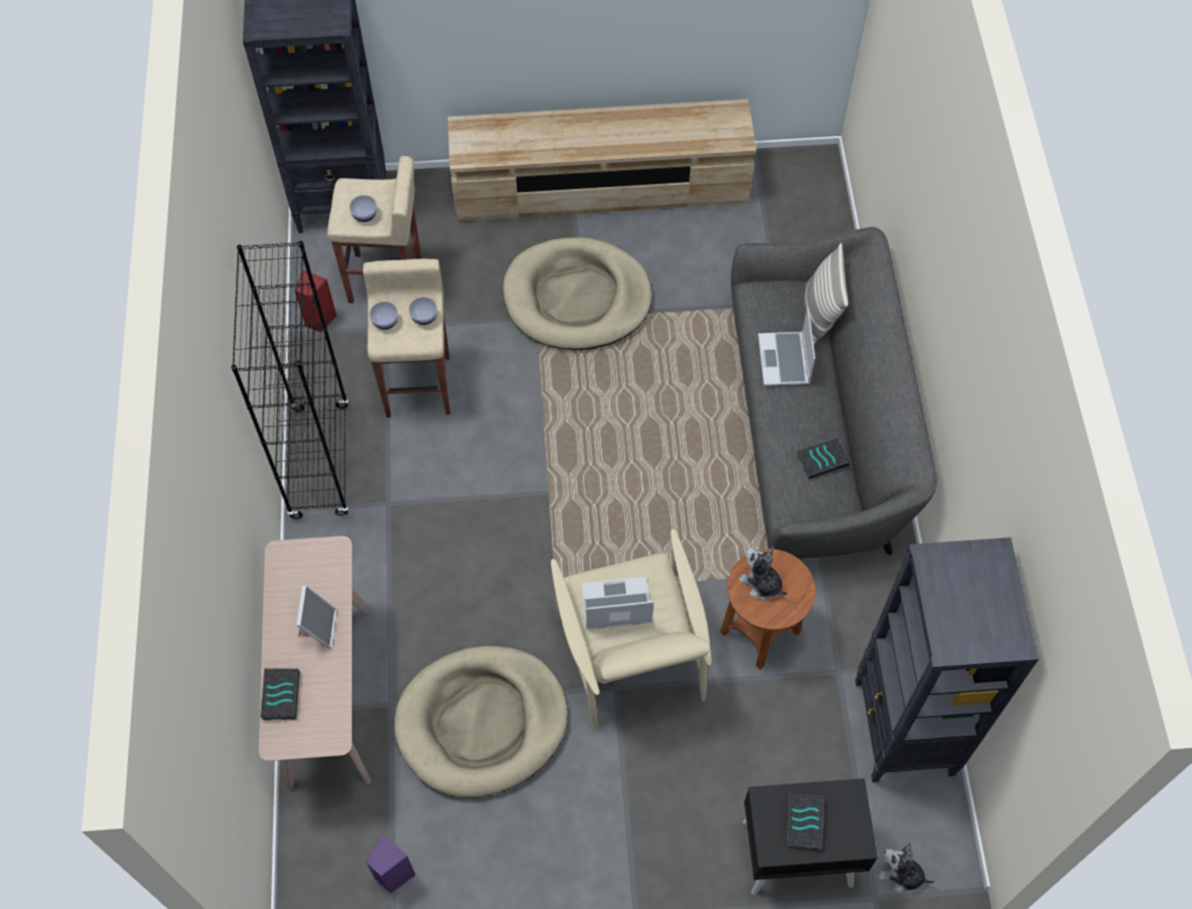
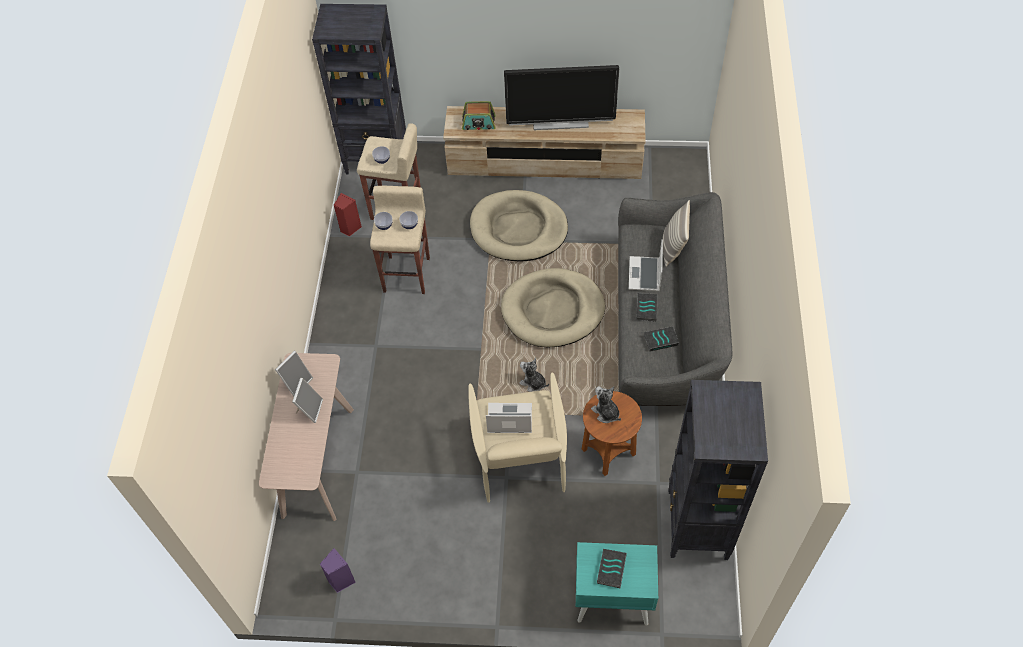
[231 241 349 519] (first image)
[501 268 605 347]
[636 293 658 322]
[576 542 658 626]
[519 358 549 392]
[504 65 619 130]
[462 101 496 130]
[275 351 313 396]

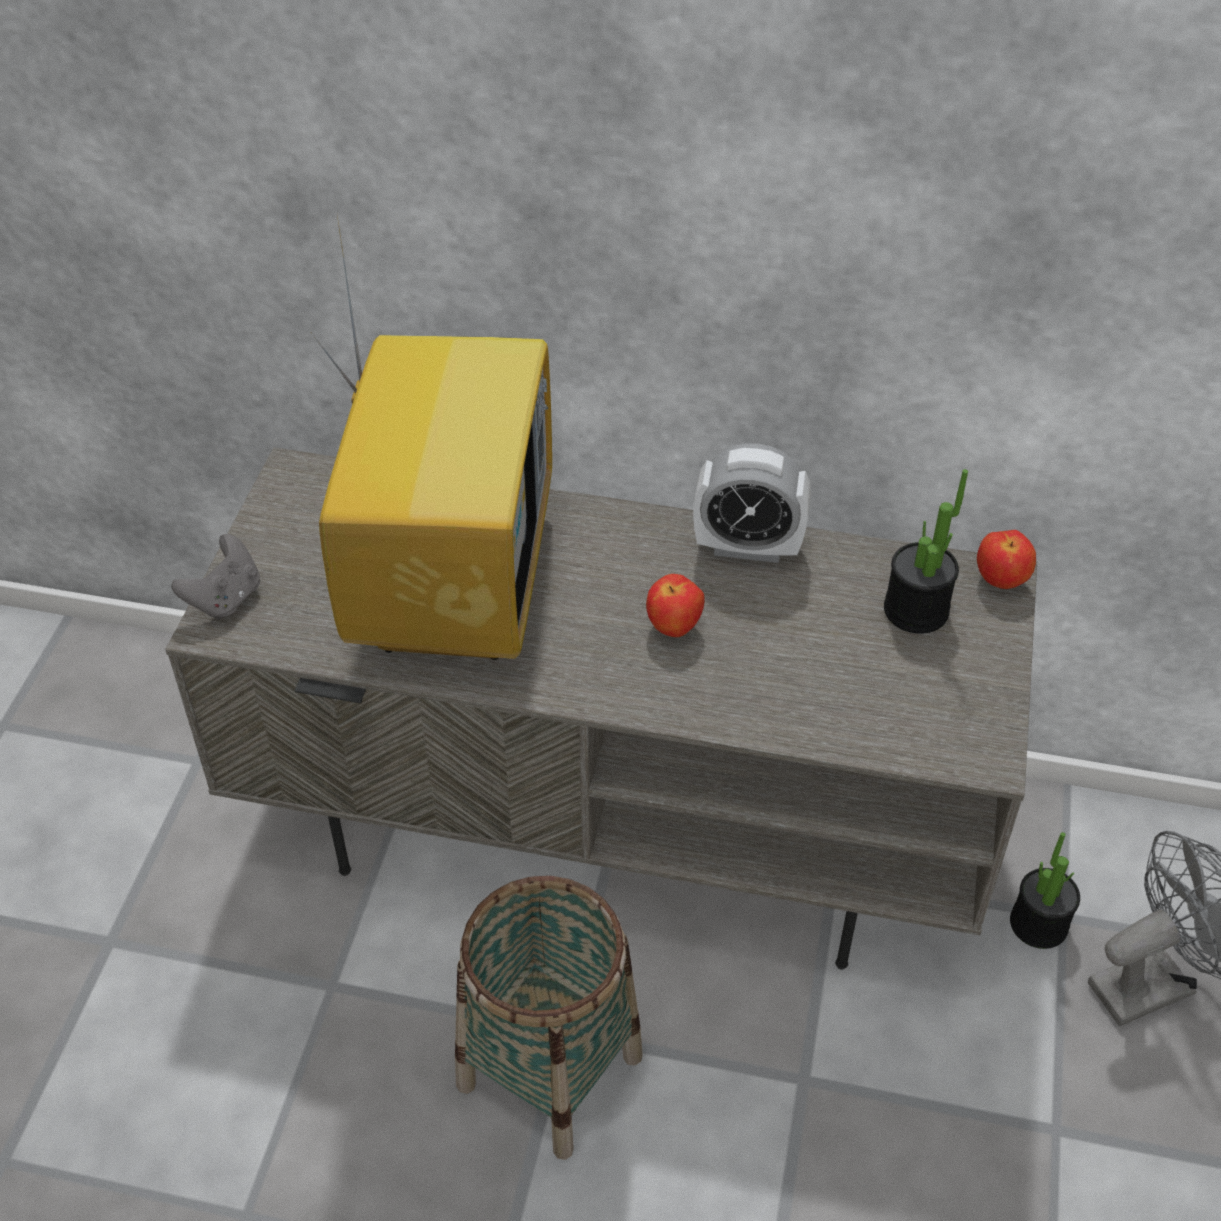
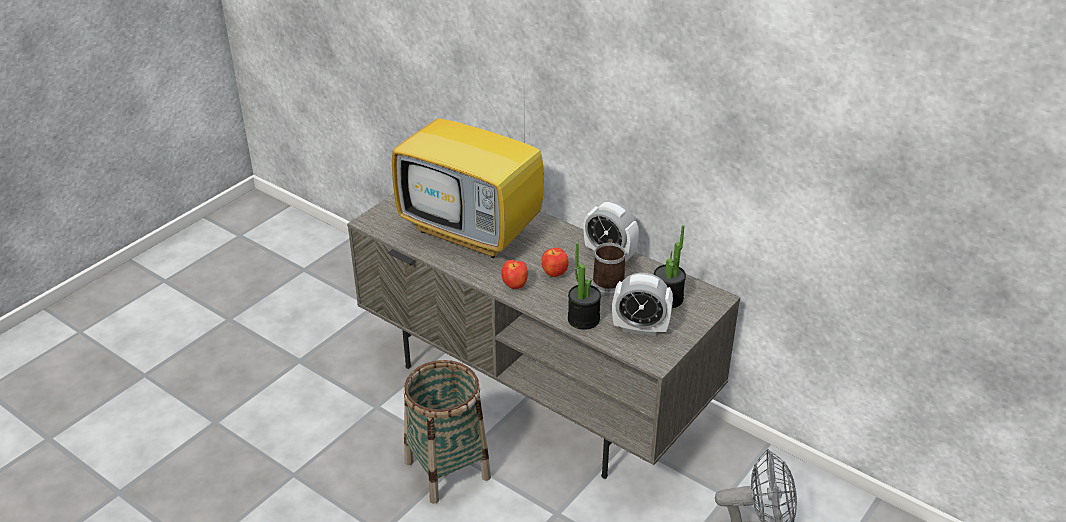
[392 75 544 258]
[501 260 528 289]
[171 534 260 620] (first image)
[568 243 601 330]
[591 239 626 296]
[612 273 673 336]

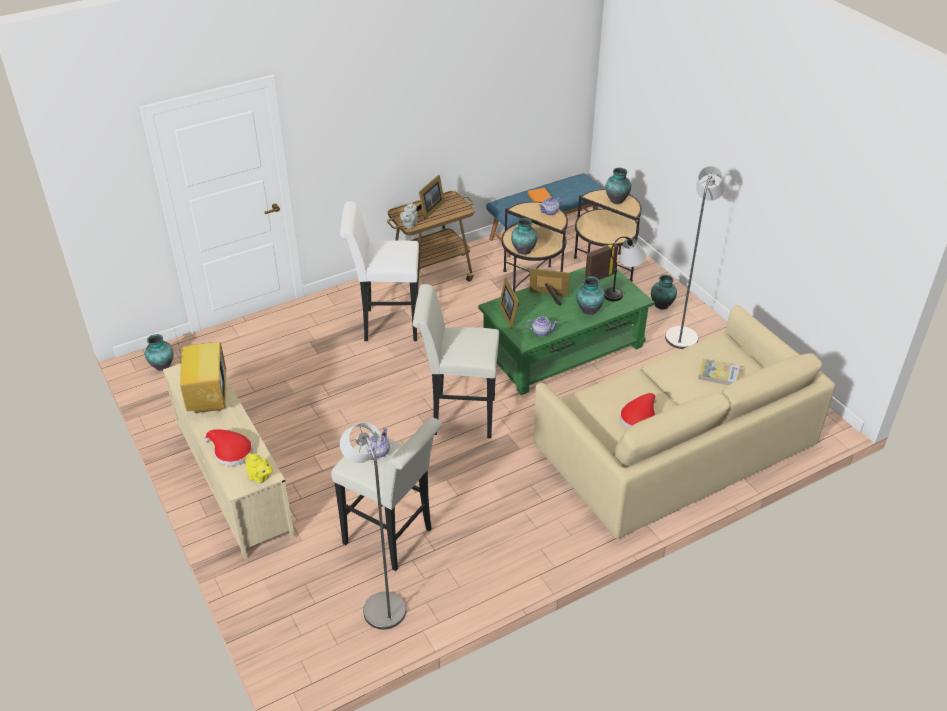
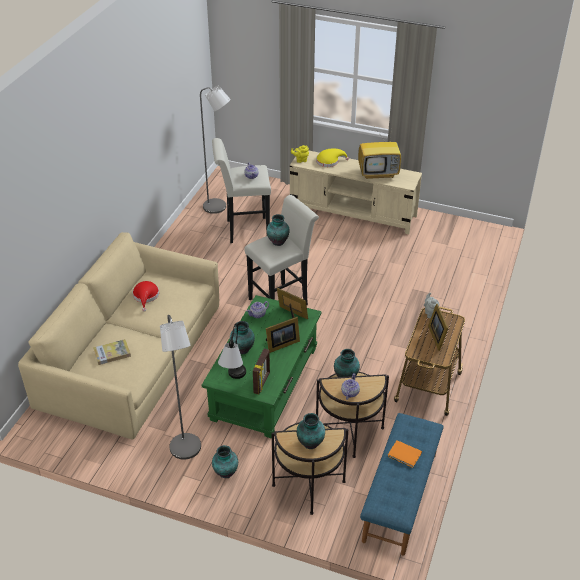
[340 201 419 341] (first image)
[358 125 401 179]
[267 214 290 246]
[316 148 349 167]

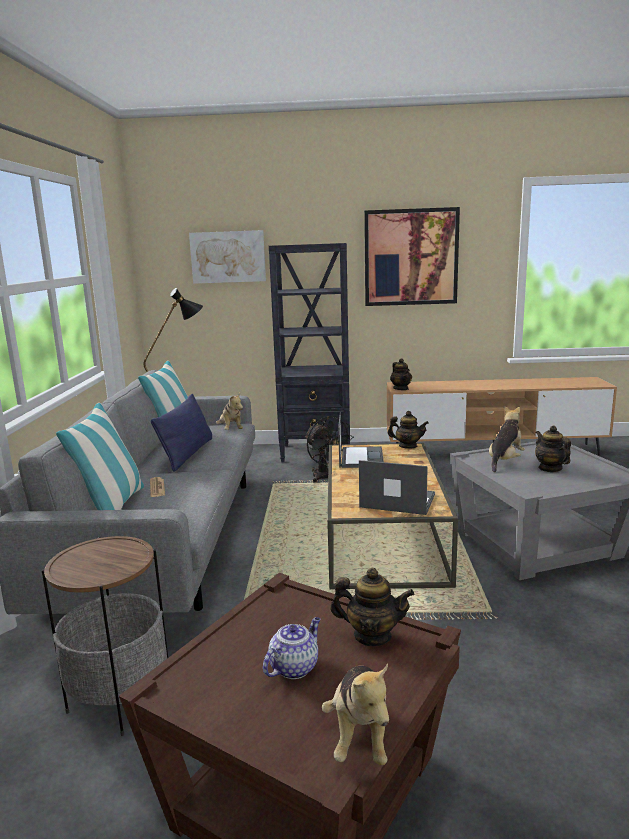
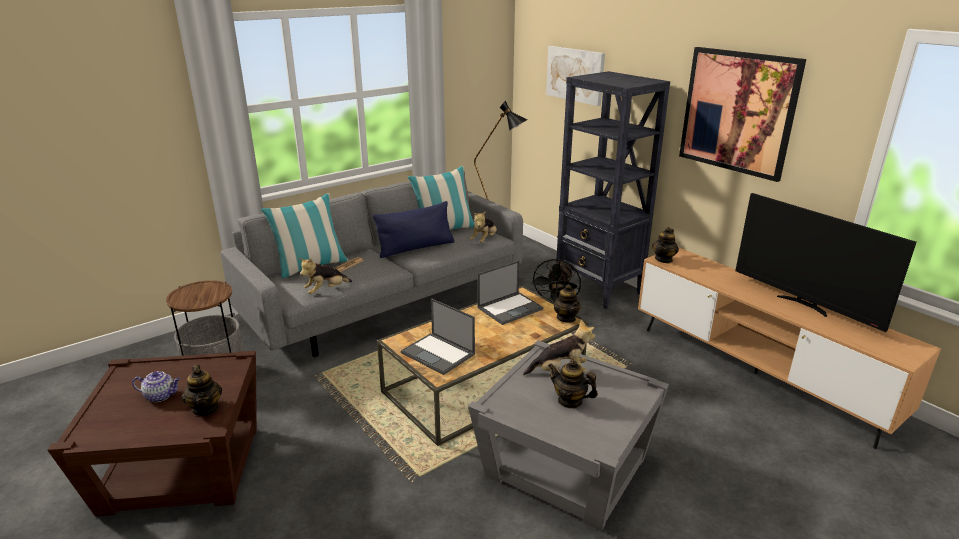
[548 360 598 409]
[401 298 475 375]
[299 259 352 294]
[735 193 916 332]

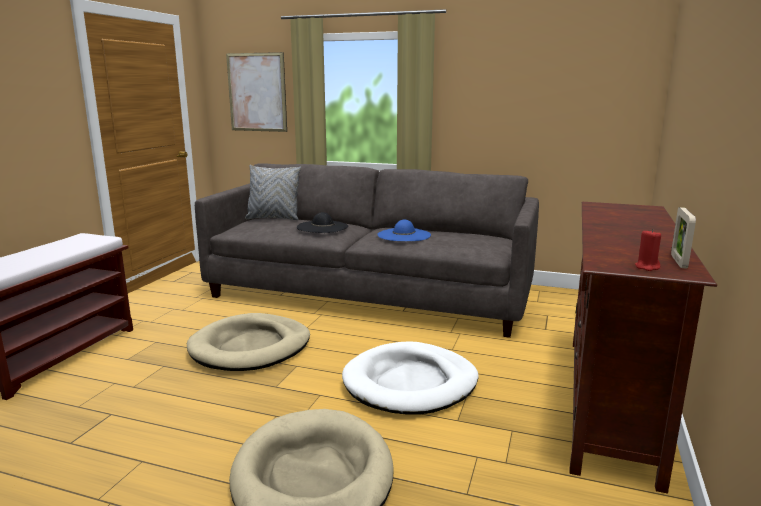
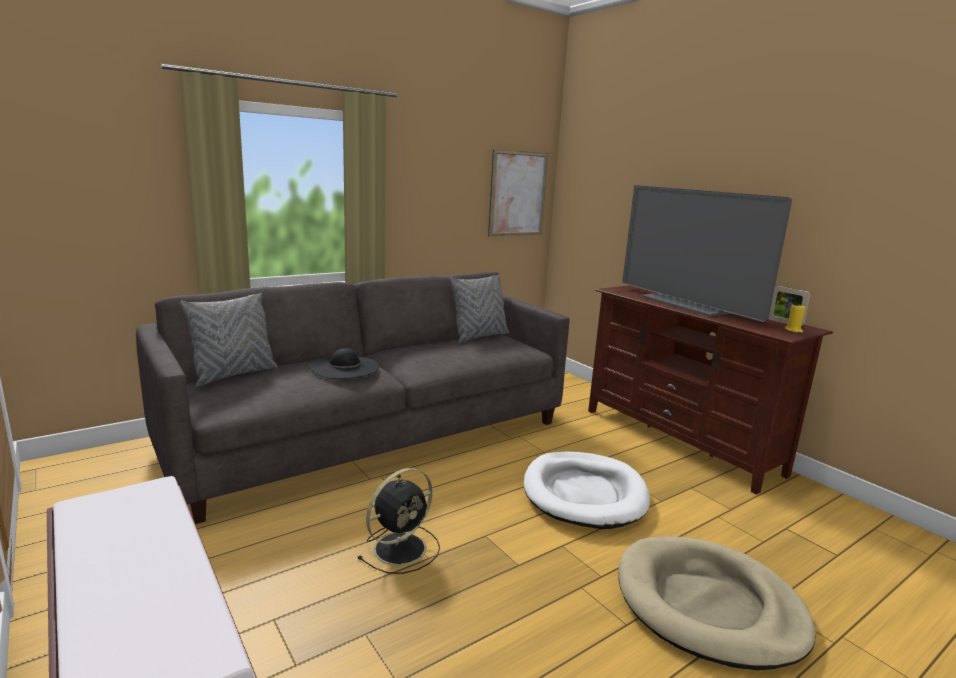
[488 149 548 236]
[377 219 431 241] (first image)
[785 305 806 333]
[357 468 440 574]
[622 185 792 322]
[450 274 509 343]

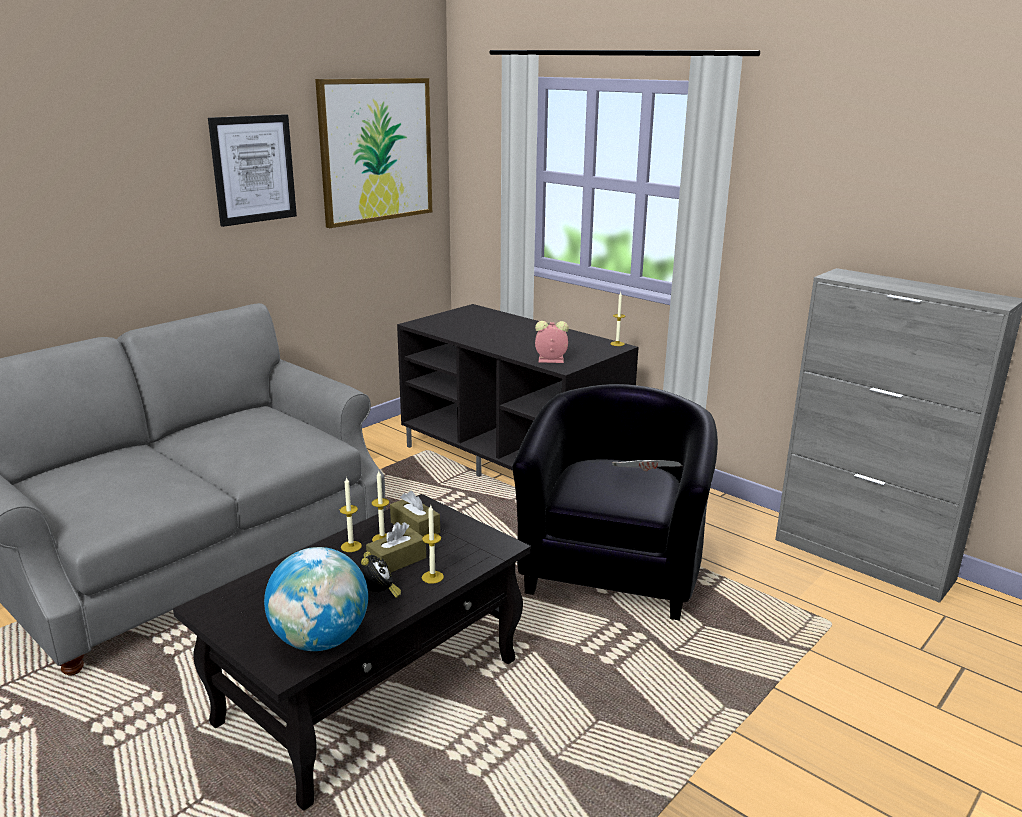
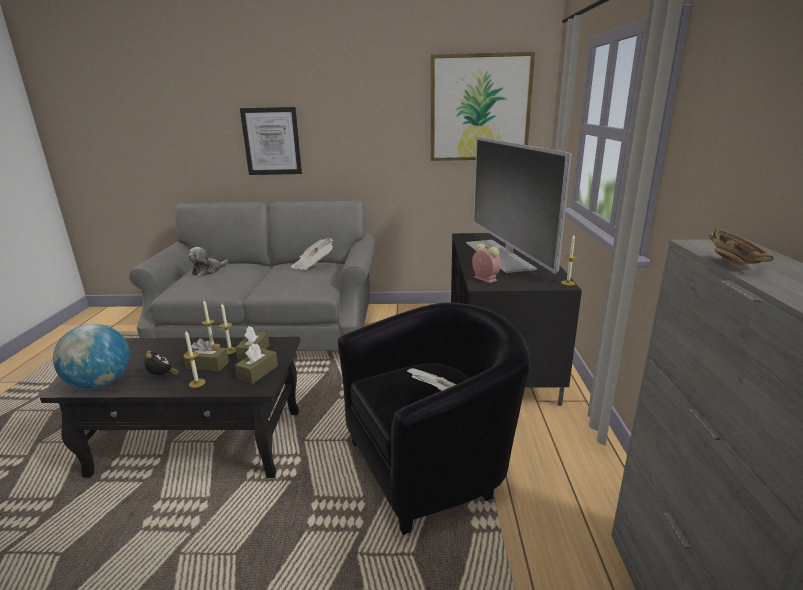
[240 107 302 175]
[144 351 179 375]
[466 137 572 274]
[709 229 774 266]
[291 238 333 270]
[188 247 228 277]
[235 343 278 384]

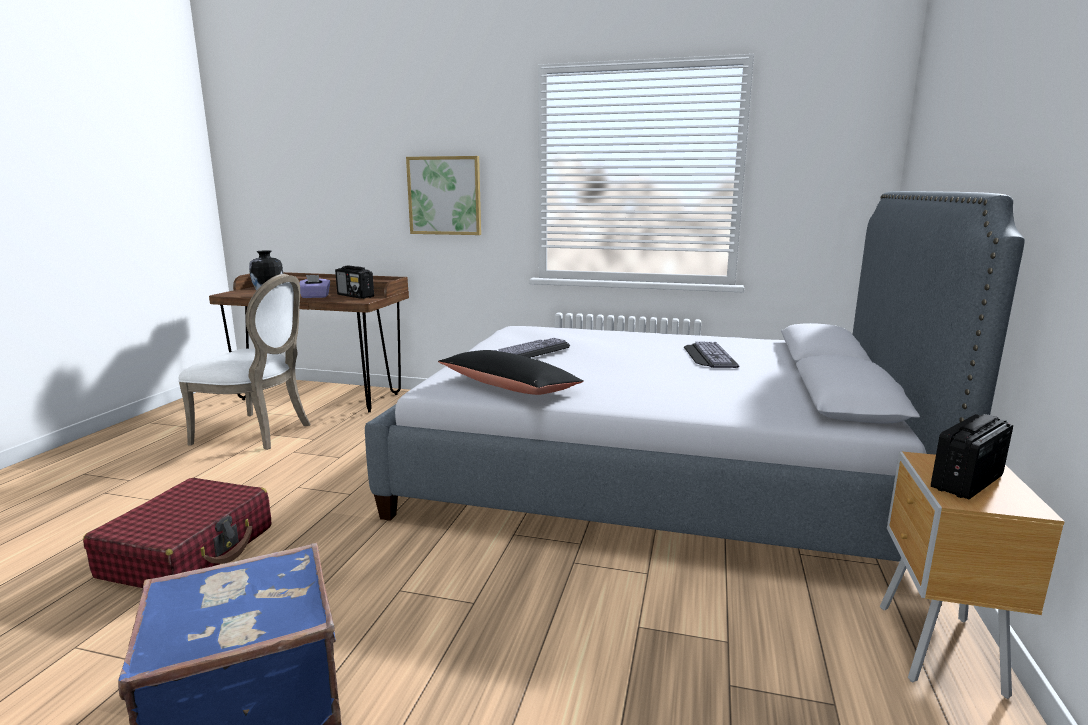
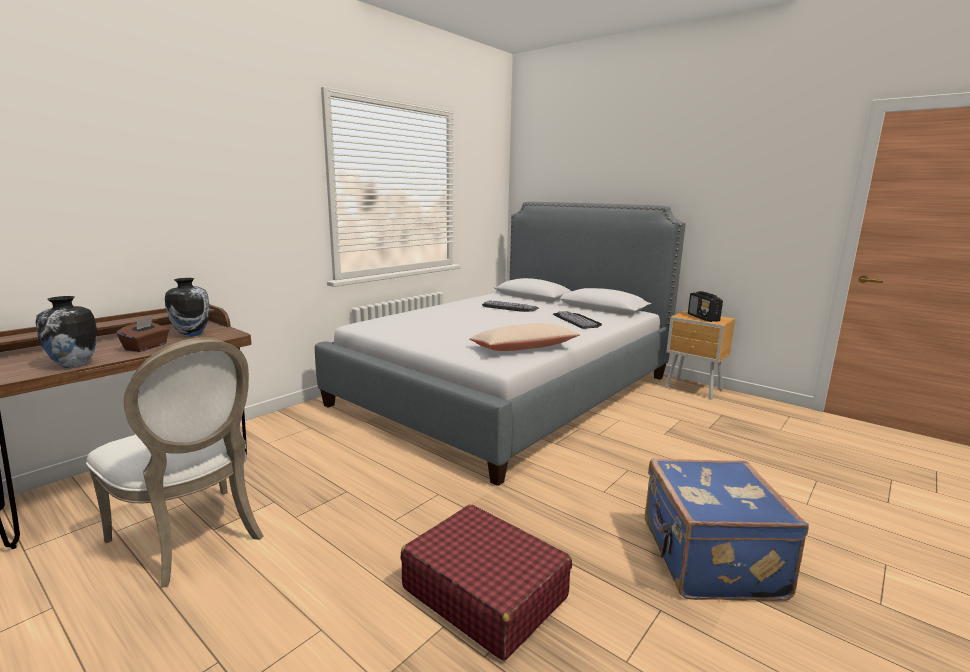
[406 156 481 235] (first image)
[165 278 210 337]
[86 338 264 588]
[117 317 169 352]
[553 311 602 329]
[469 323 580 351]

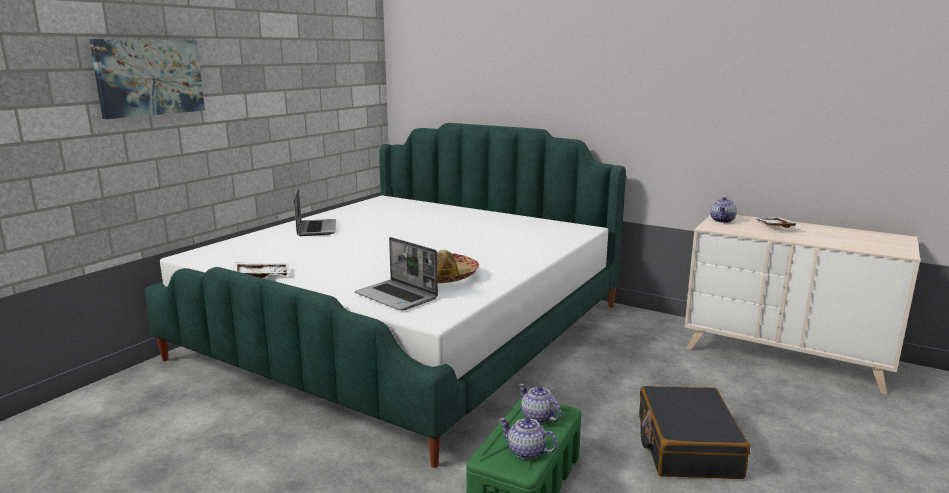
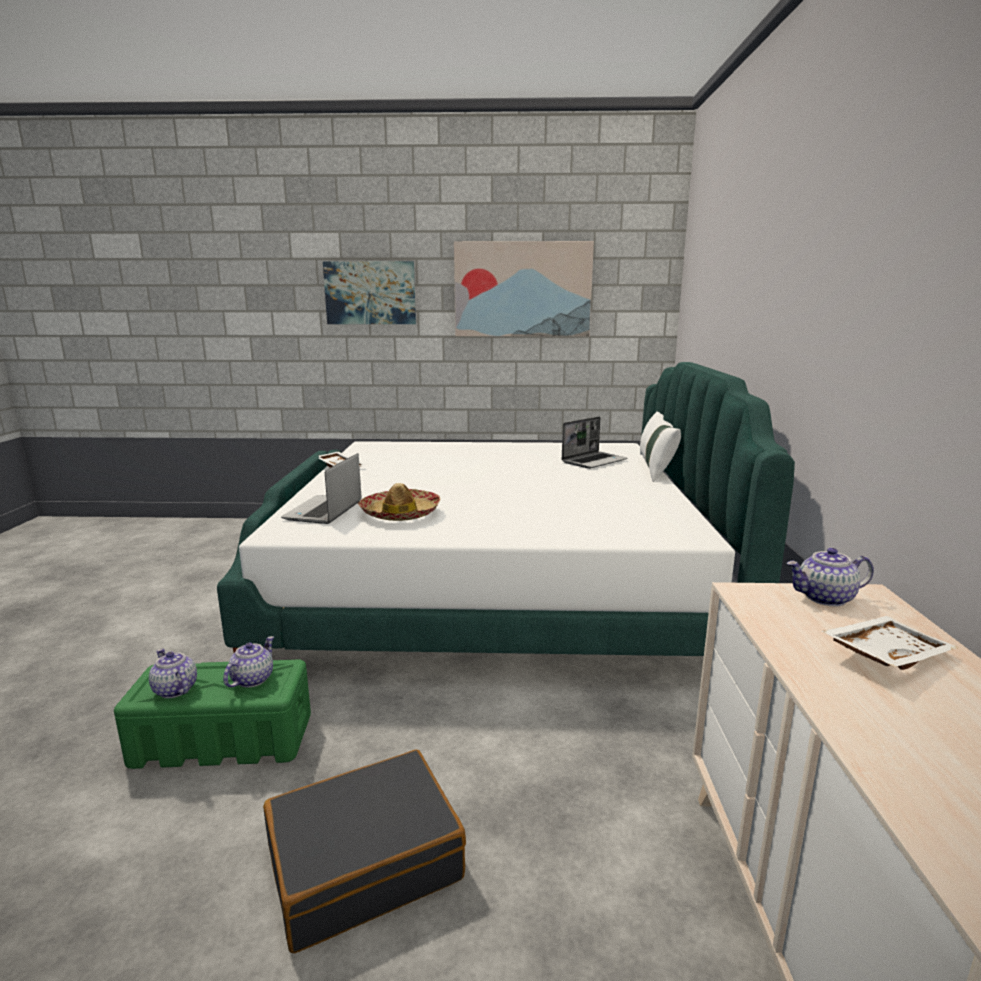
[562 416 627 469]
[149 649 197 698]
[454 241 594 337]
[640 411 681 482]

